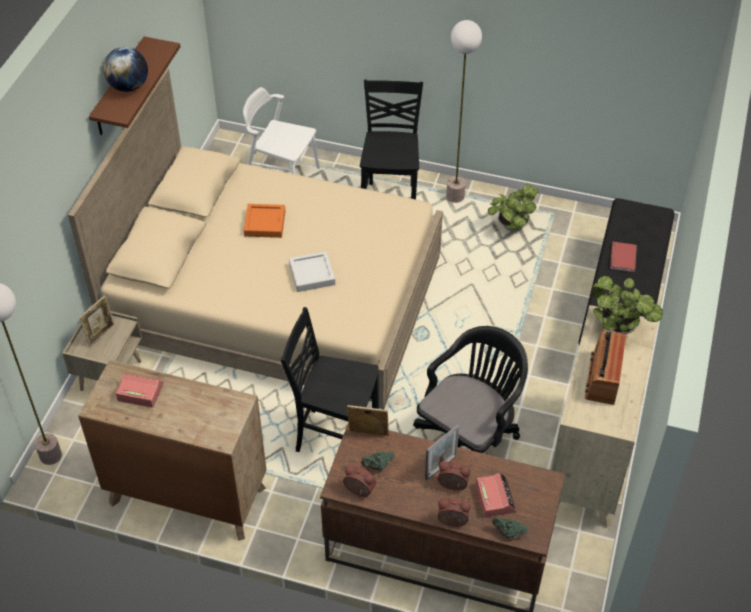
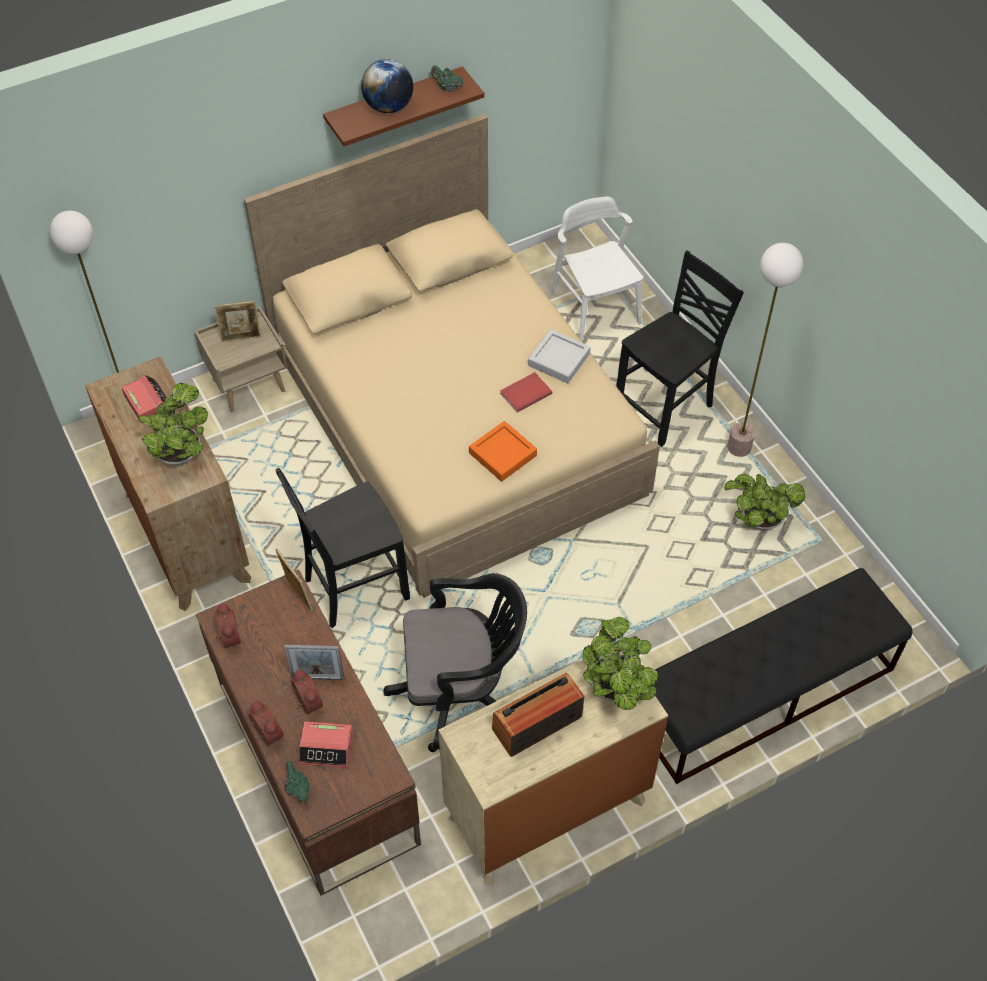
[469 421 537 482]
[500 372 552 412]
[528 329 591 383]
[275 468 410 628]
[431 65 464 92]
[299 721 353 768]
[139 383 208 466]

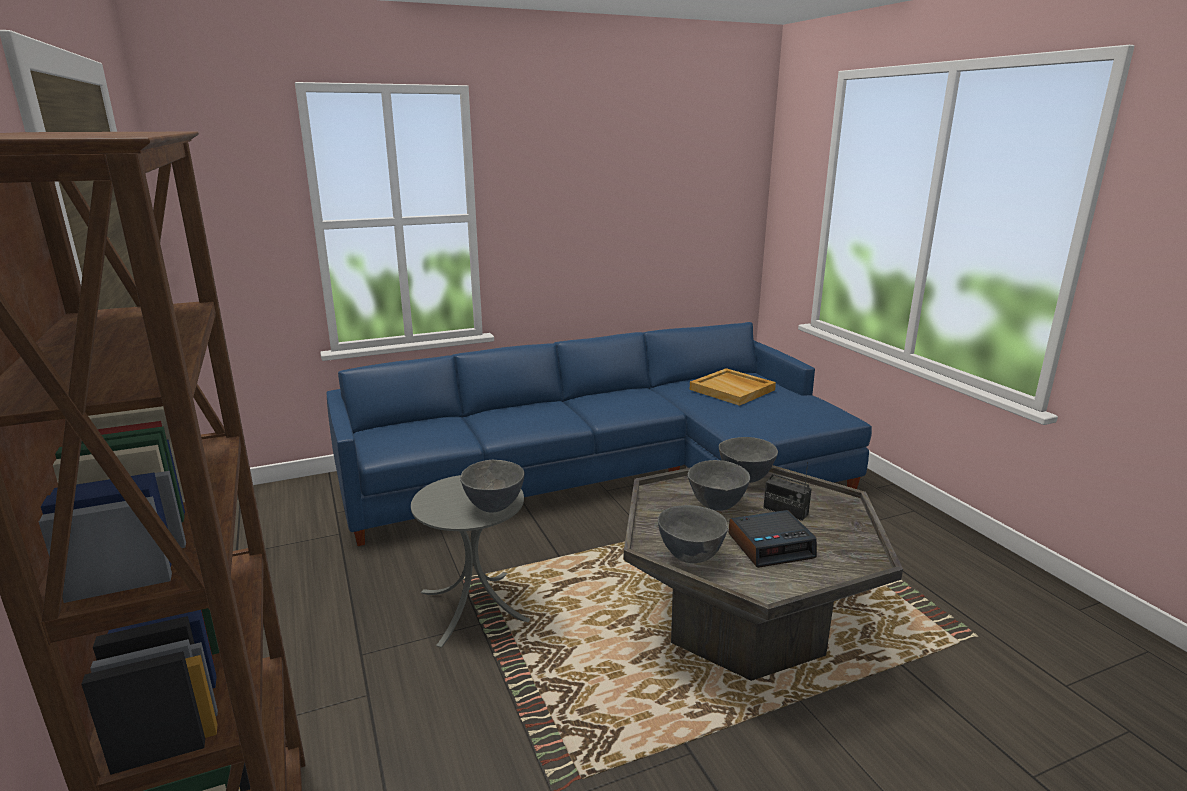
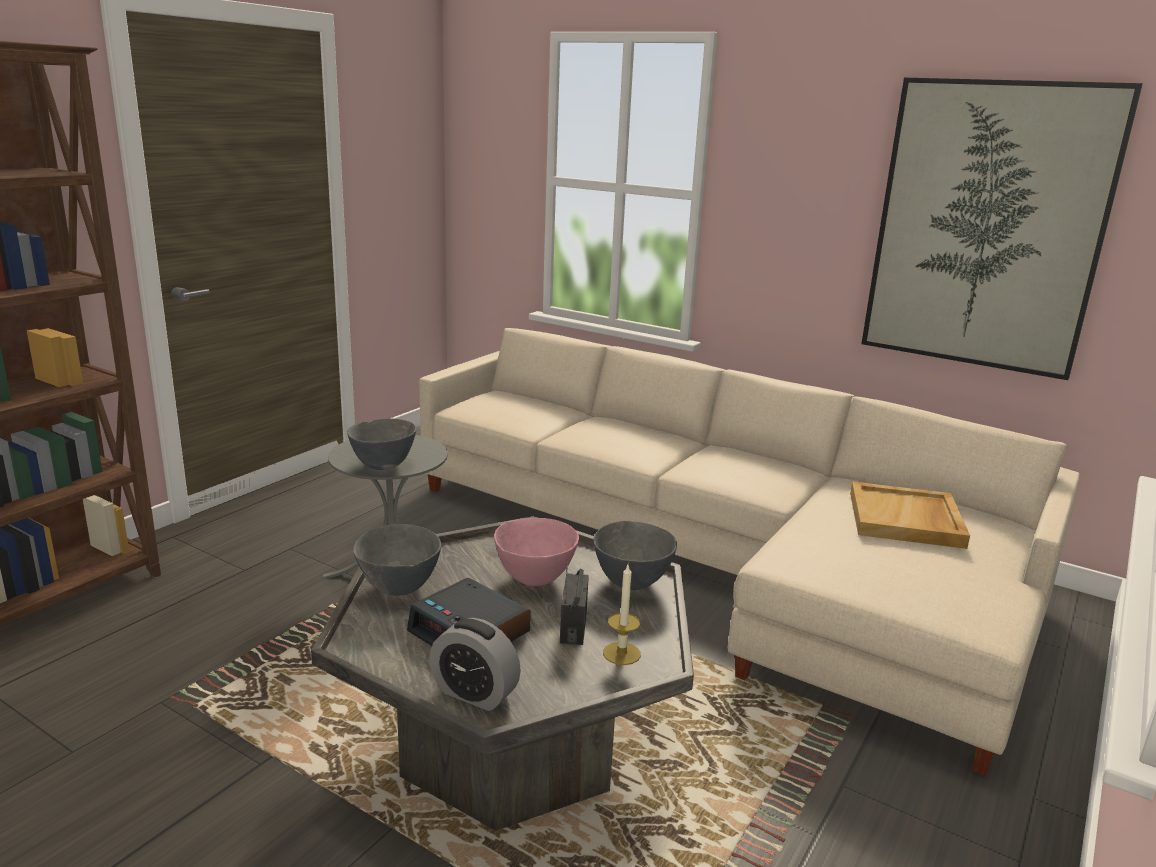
[419 328 1080 776]
[494 518 579 586]
[861 77 1143 380]
[603 565 641 665]
[429 618 521 711]

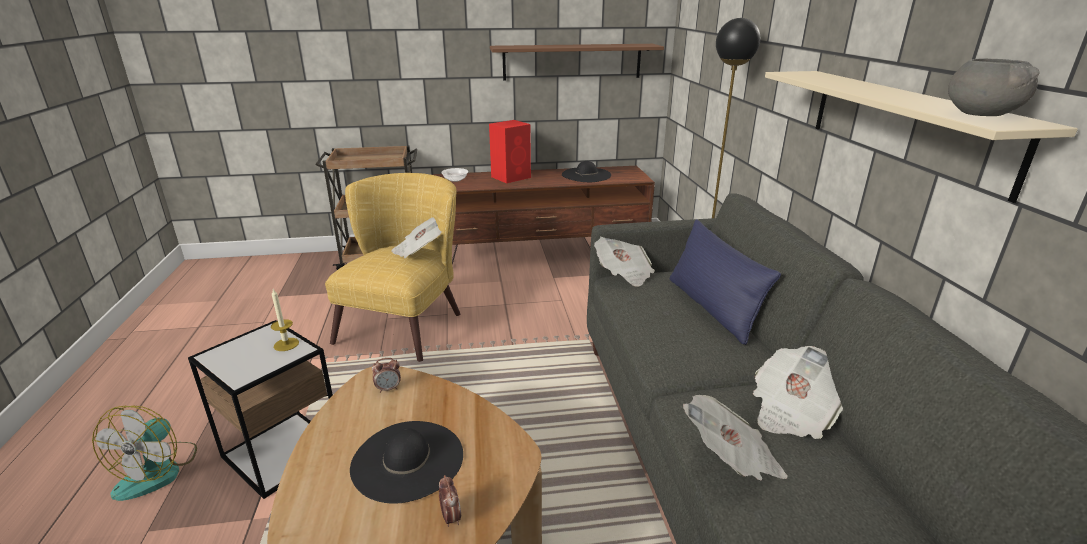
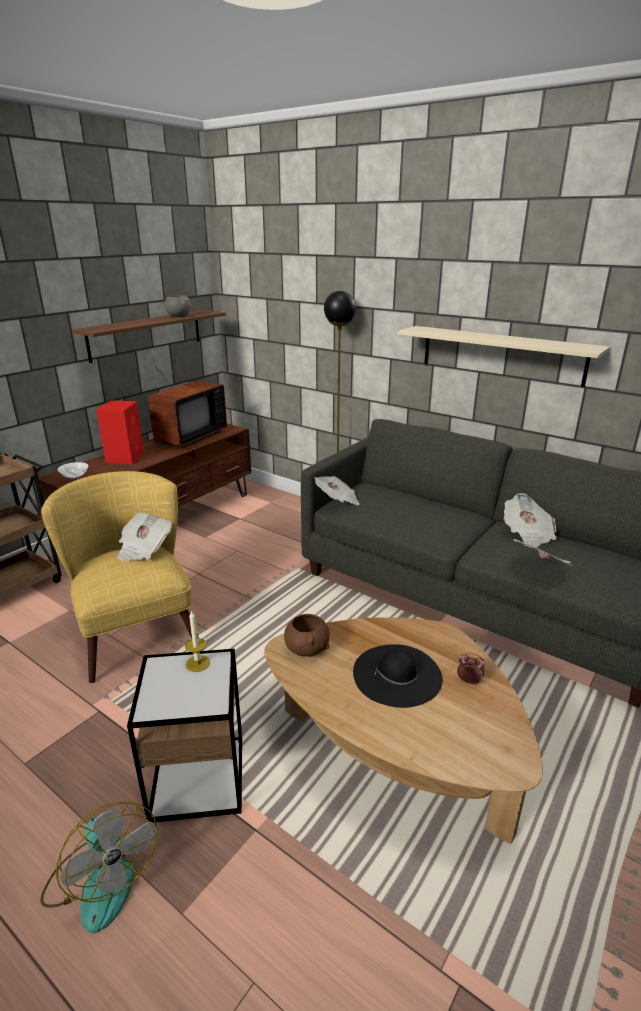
[164 295 192 317]
[148 358 227 448]
[670 219 781 345] (first image)
[284 614 330 657]

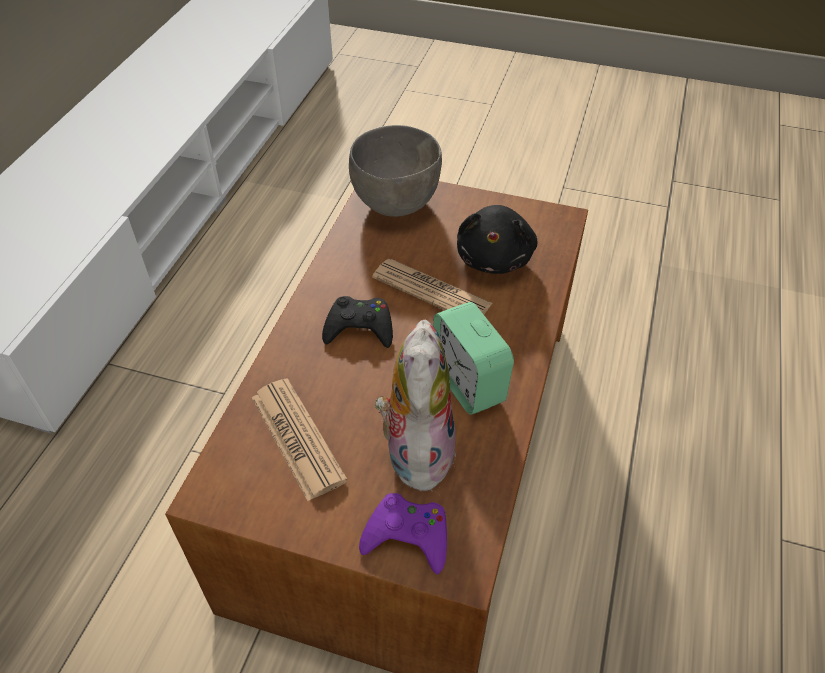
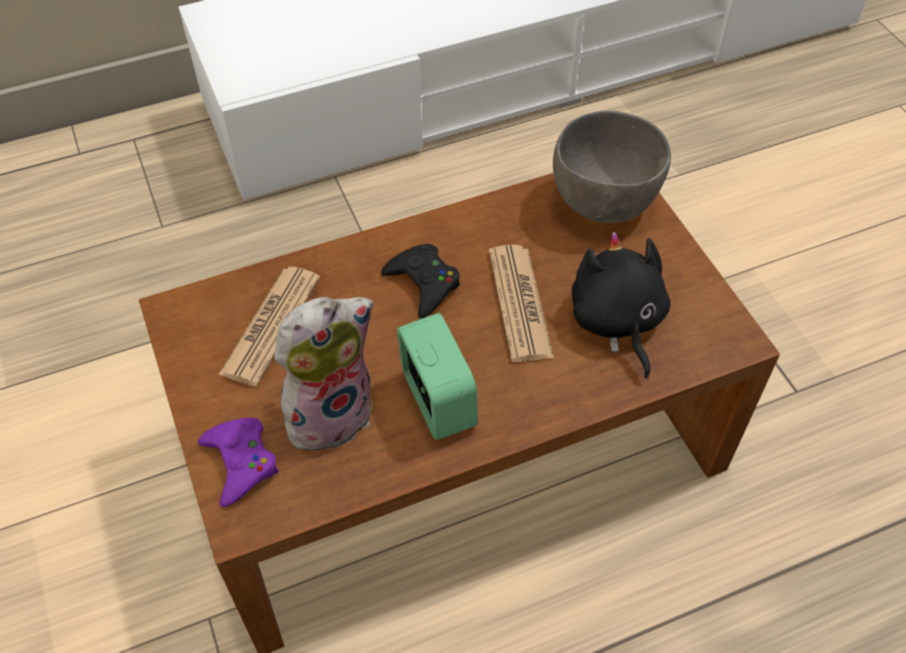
[572 232 670 379]
[397 313 478 440]

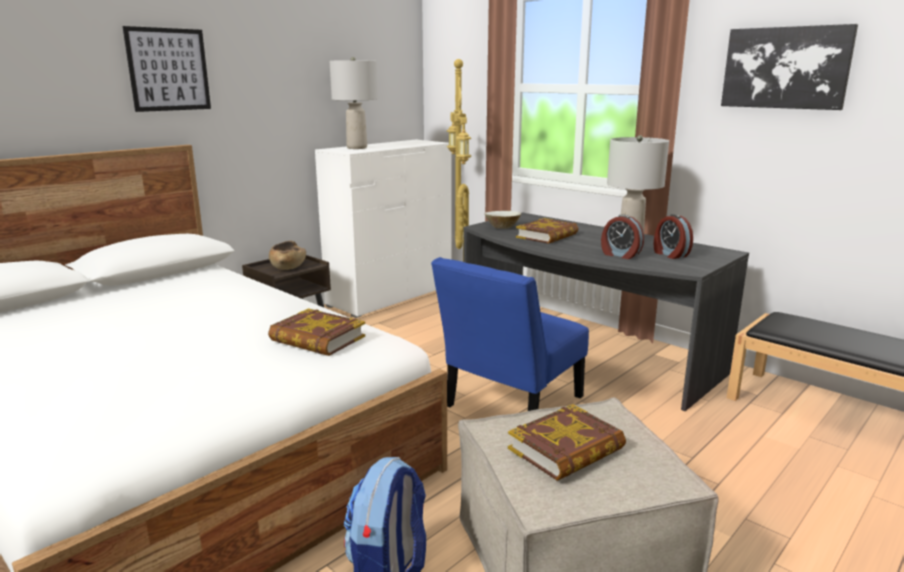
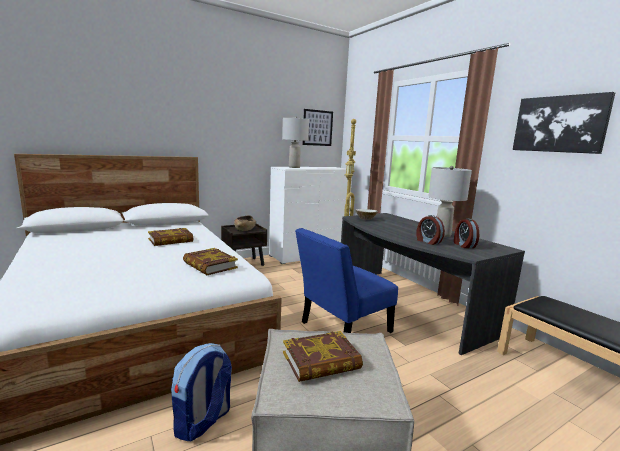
[302 109 333 146]
[148 228 193 246]

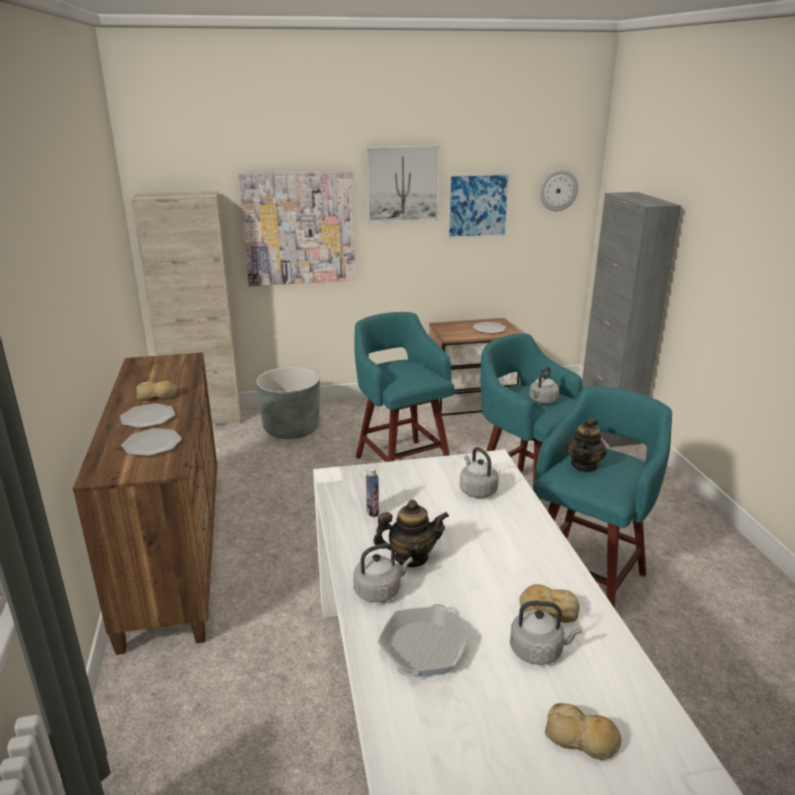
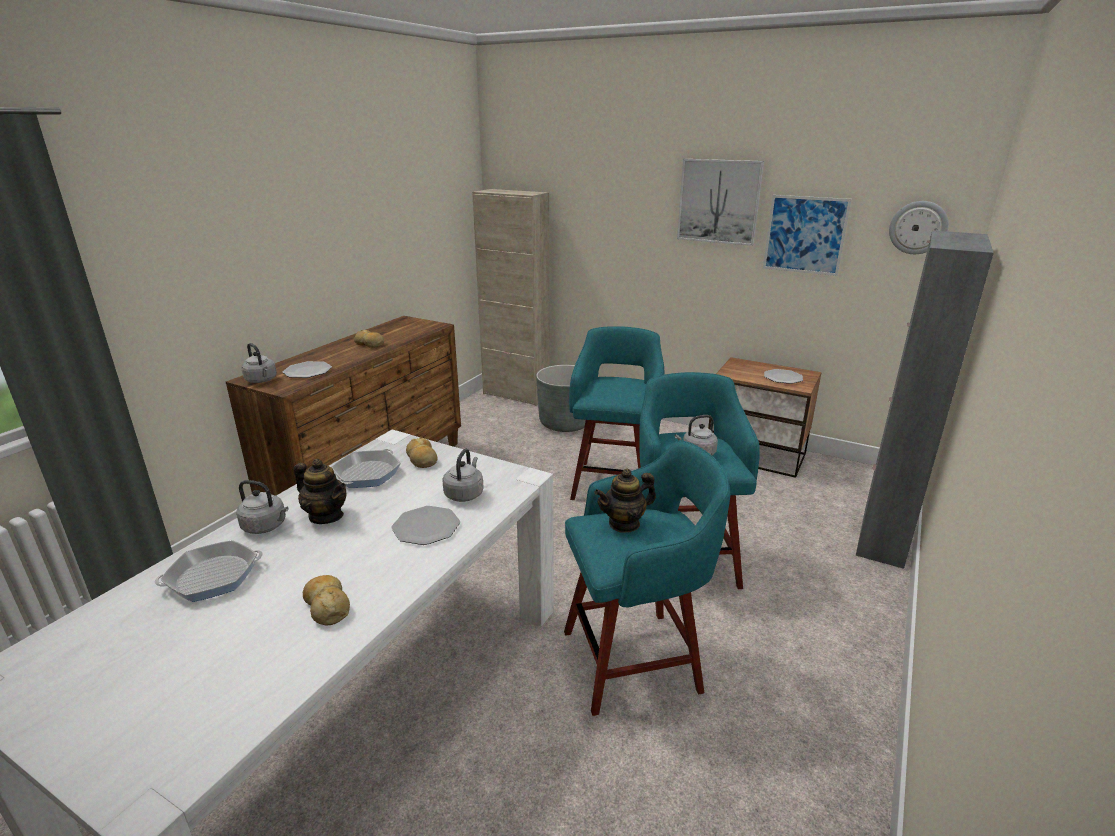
[239 171 355 286] (first image)
[391 506 460 545]
[332 449 401 488]
[242 343 277 383]
[406 437 437 468]

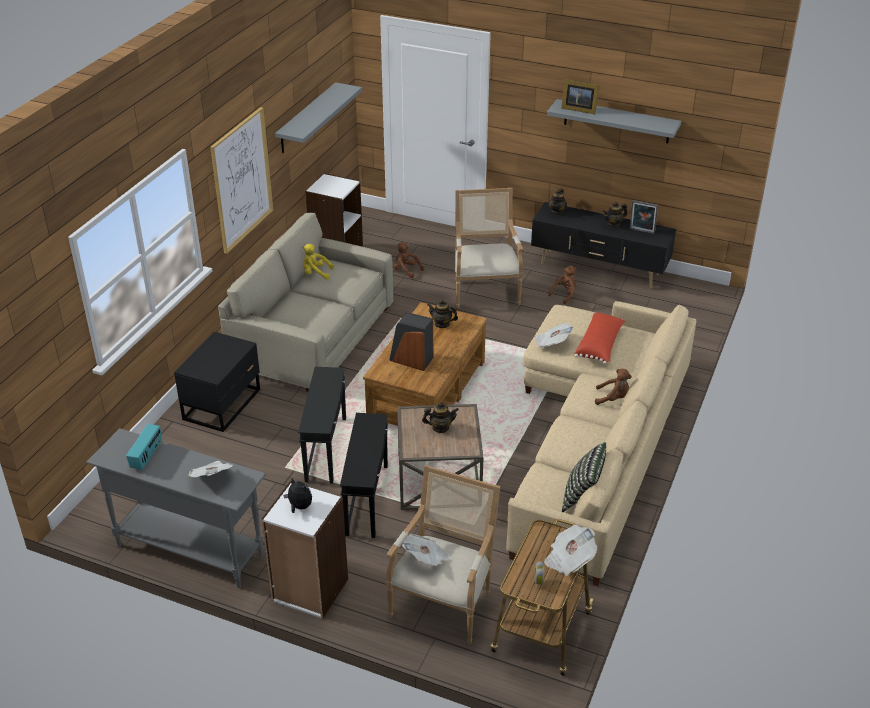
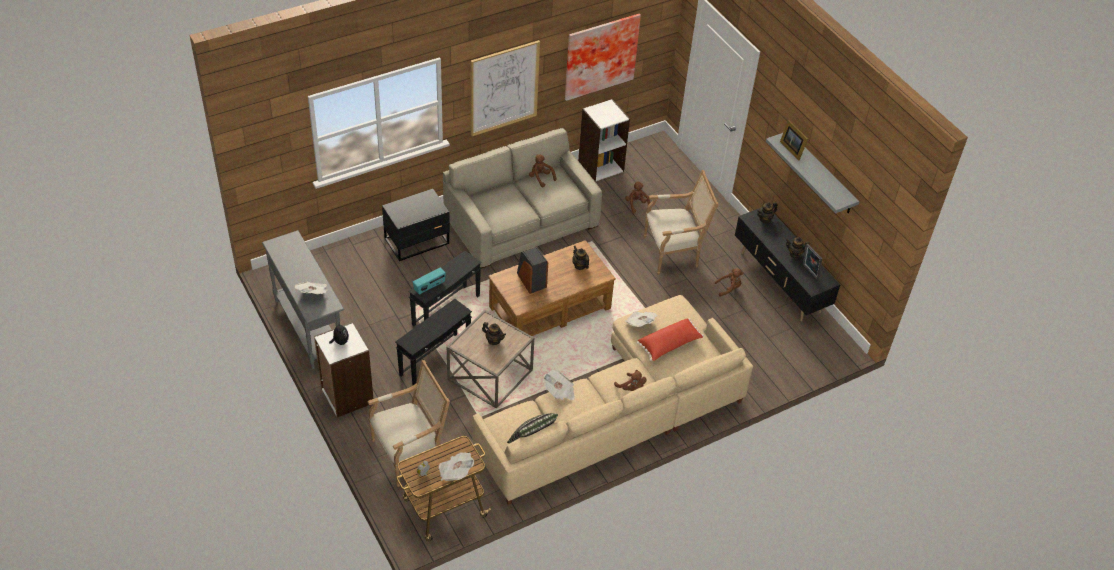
[565 14 641 101]
[644 170 719 275]
[529 154 556 187]
[413 267 446 294]
[543 370 575 400]

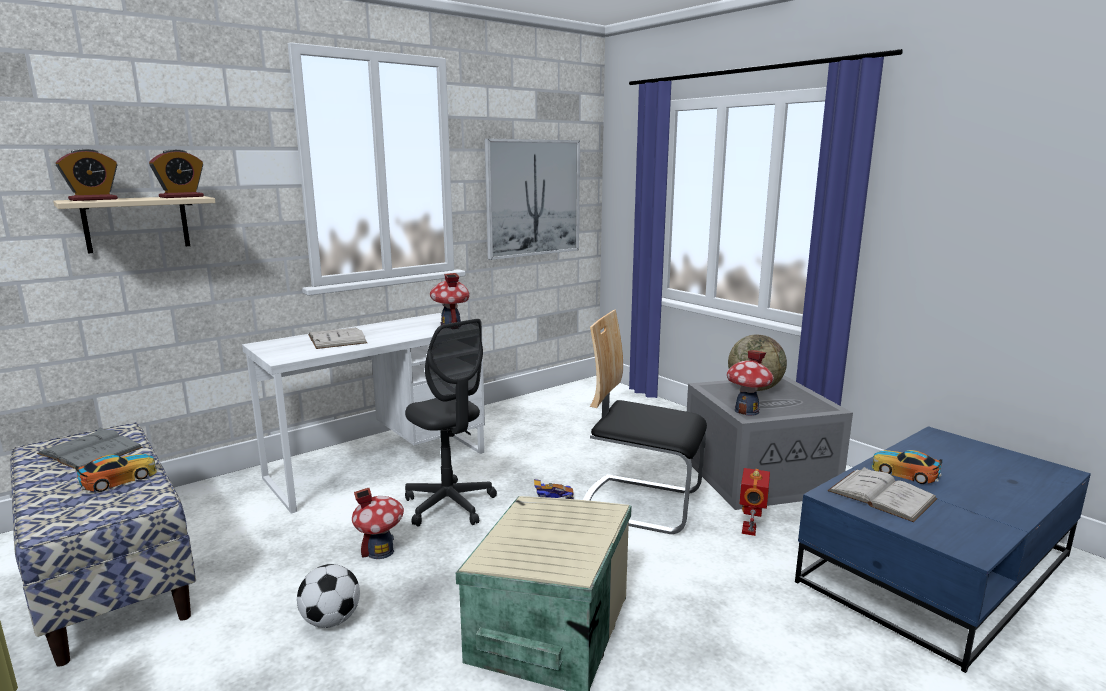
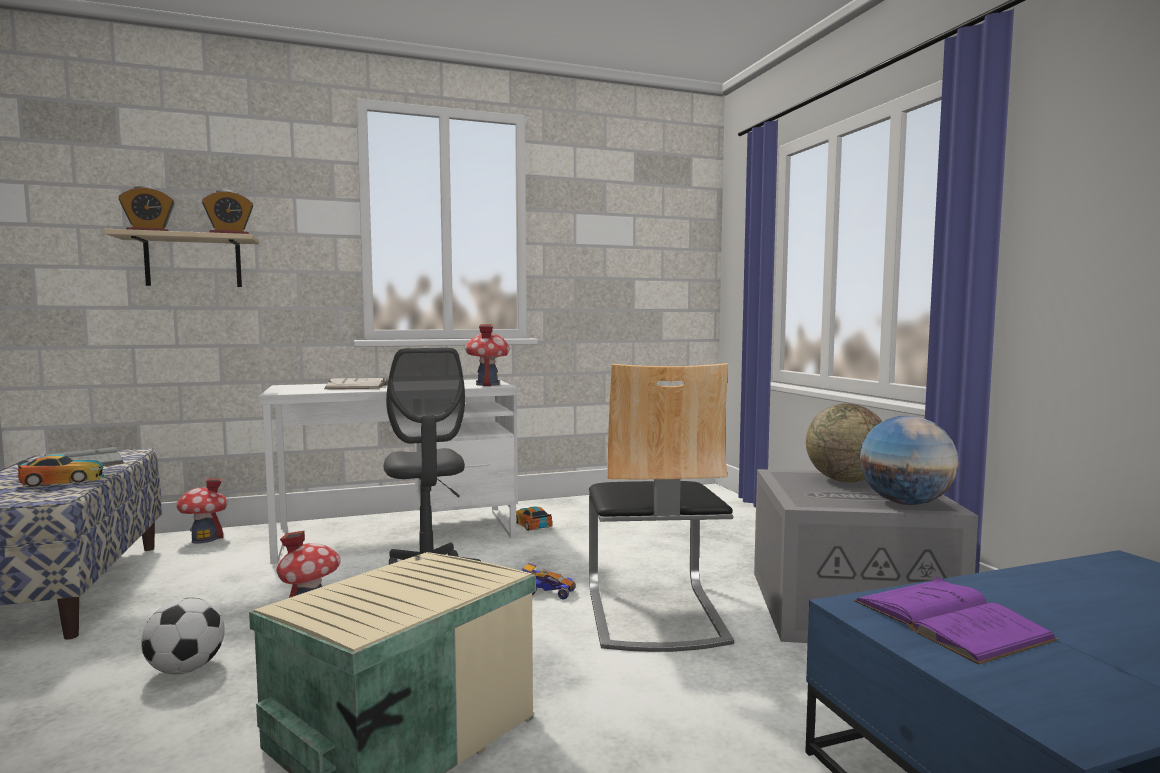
[485 139 580 260] (first image)
[589 363 734 652]
[176 478 228 544]
[516 507 553 531]
[853 576 1058 665]
[739 468 770 536] (first image)
[860 416 959 505]

